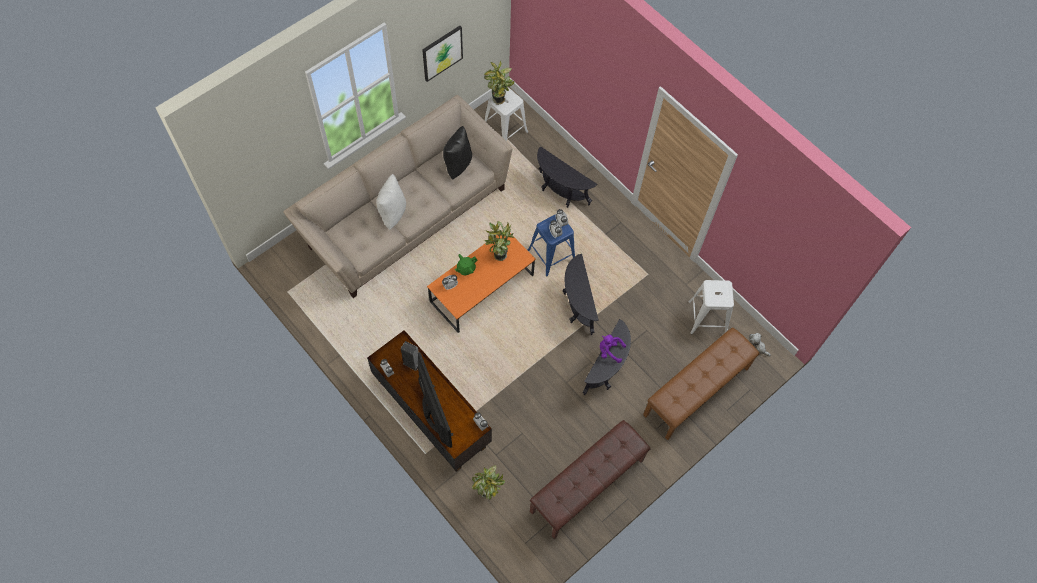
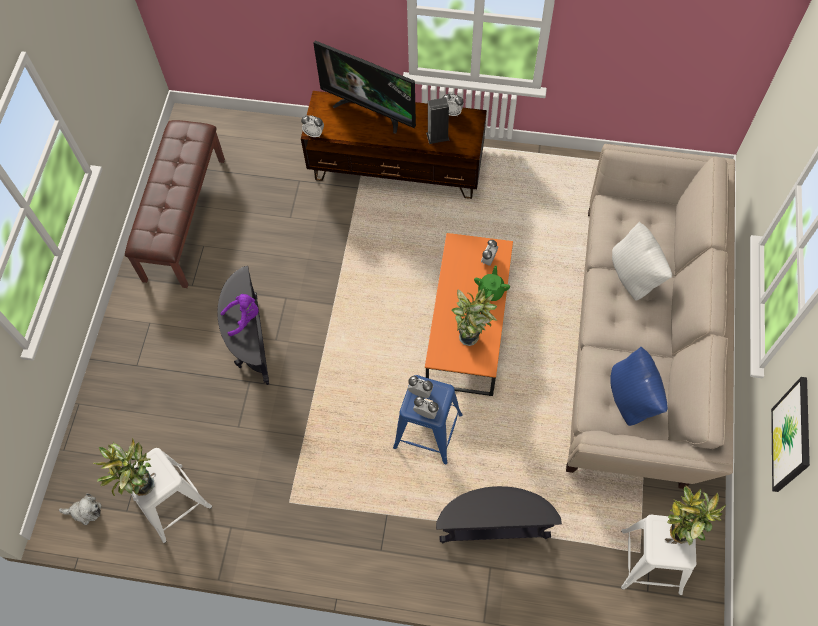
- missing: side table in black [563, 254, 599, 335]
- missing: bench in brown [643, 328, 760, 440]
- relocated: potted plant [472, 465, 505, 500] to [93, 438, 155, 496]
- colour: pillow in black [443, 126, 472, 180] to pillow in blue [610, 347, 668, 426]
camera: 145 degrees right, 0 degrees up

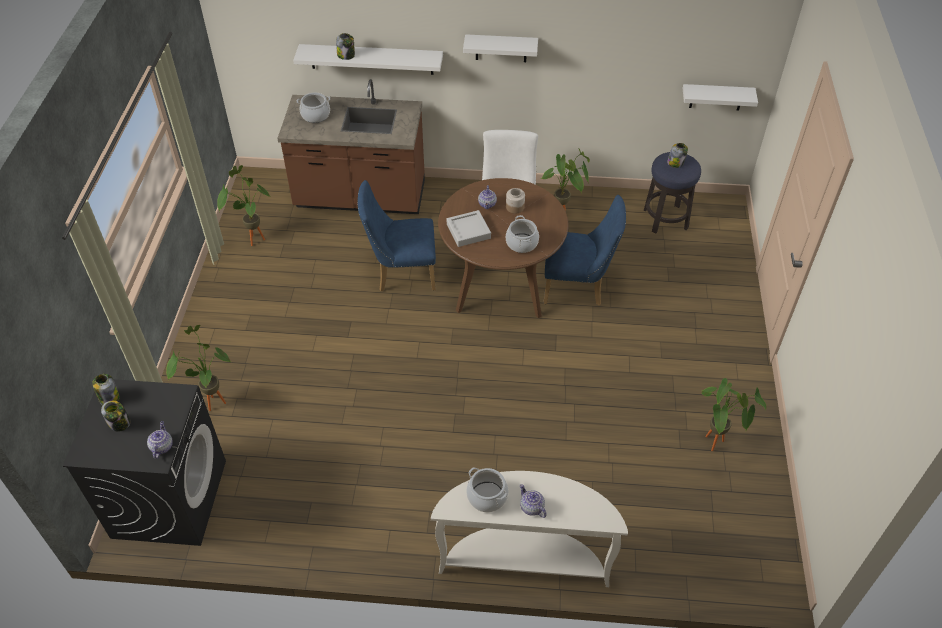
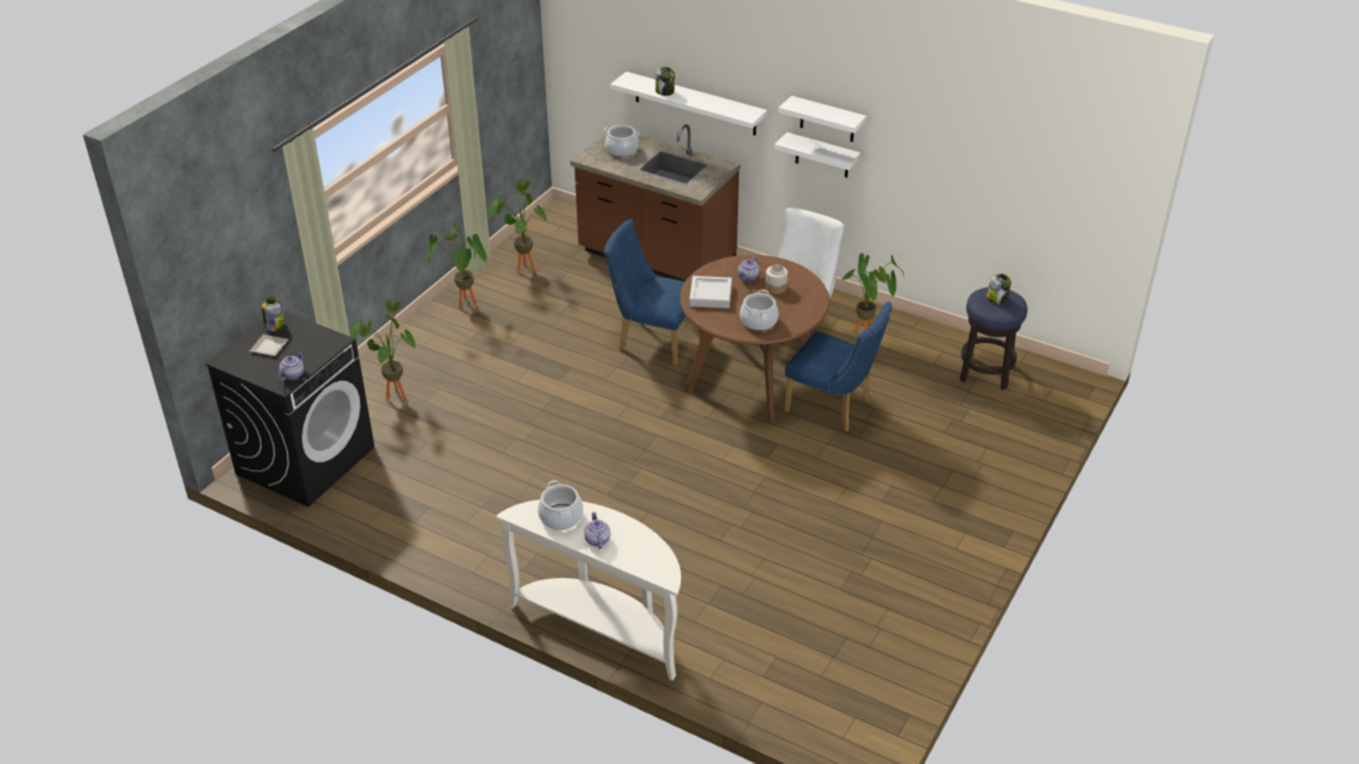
- relocated: shelf in white [683, 84, 758, 111] to [774, 132, 861, 178]
- relocated: potted plant [701, 378, 766, 451] to [427, 221, 487, 309]
- exchanged: jar [101, 401, 130, 432] to plate [250, 335, 288, 356]
camera: 25 degrees right, 10 degrees down

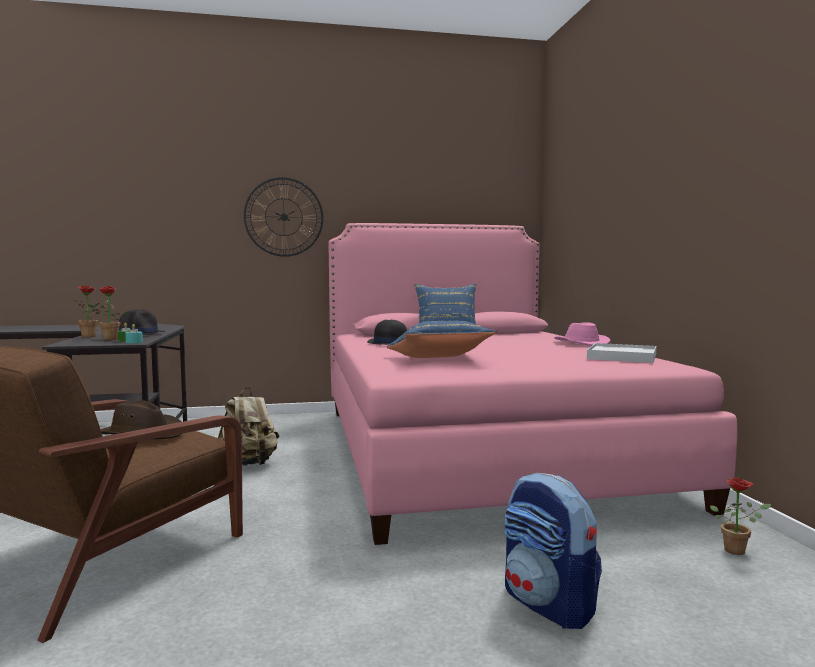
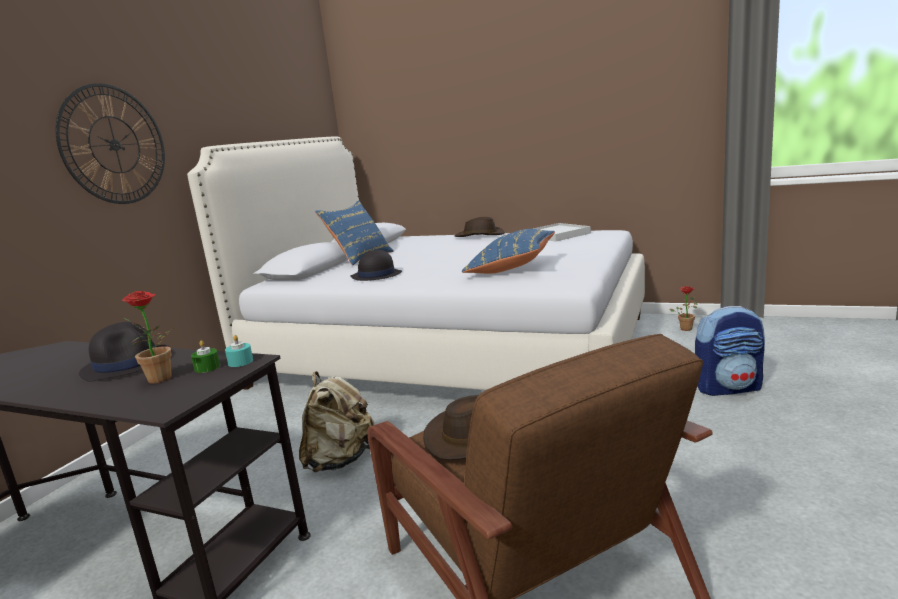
- missing: potted plant [74, 285, 99, 337]
- colour: bed in pink [328, 223, 737, 545] to bed in white [187, 136, 645, 390]
- colour: hat in pink [554, 322, 611, 346] to hat in brown [455, 217, 505, 237]
camera: 55 degrees left, 10 degrees up

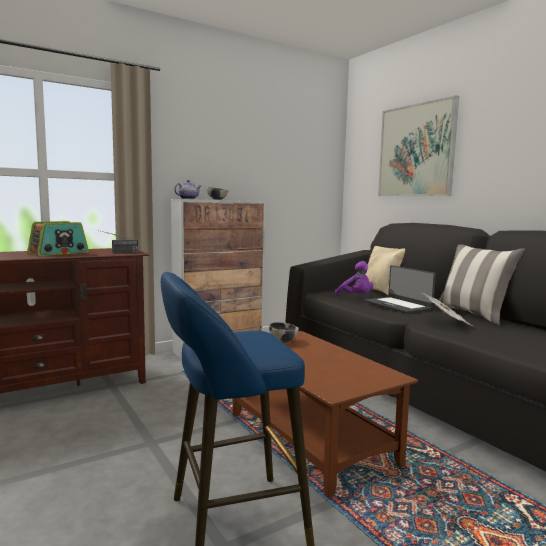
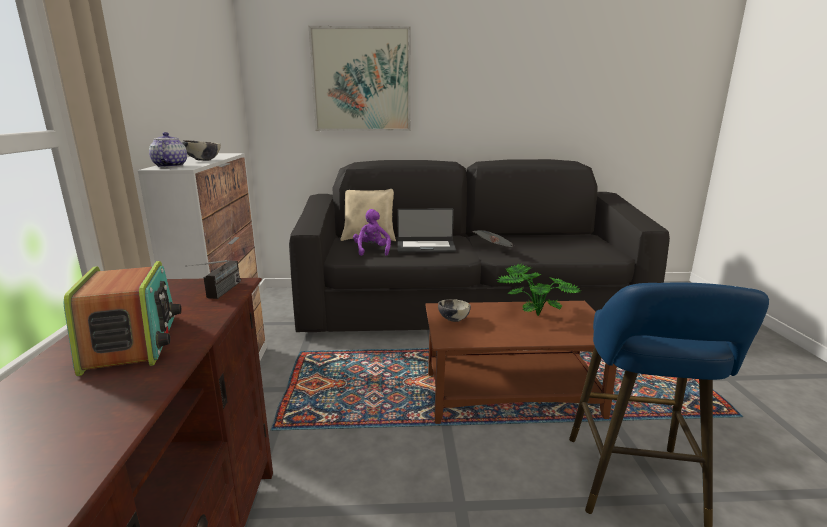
- missing: pillow [435, 244, 525, 325]
- appeared: potted plant [497, 263, 581, 316]
- spun: plush toy in purple [335, 261, 373, 296] = [353, 209, 391, 256] 90 degrees counterclockwise
camera: 60 degrees left, 10 degrees up

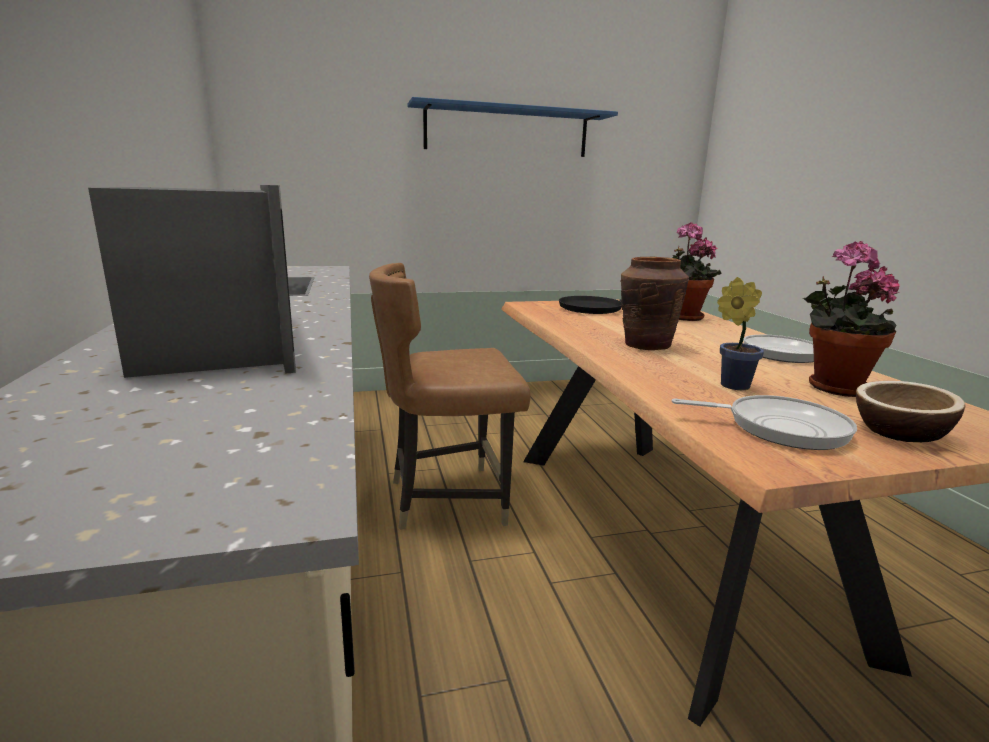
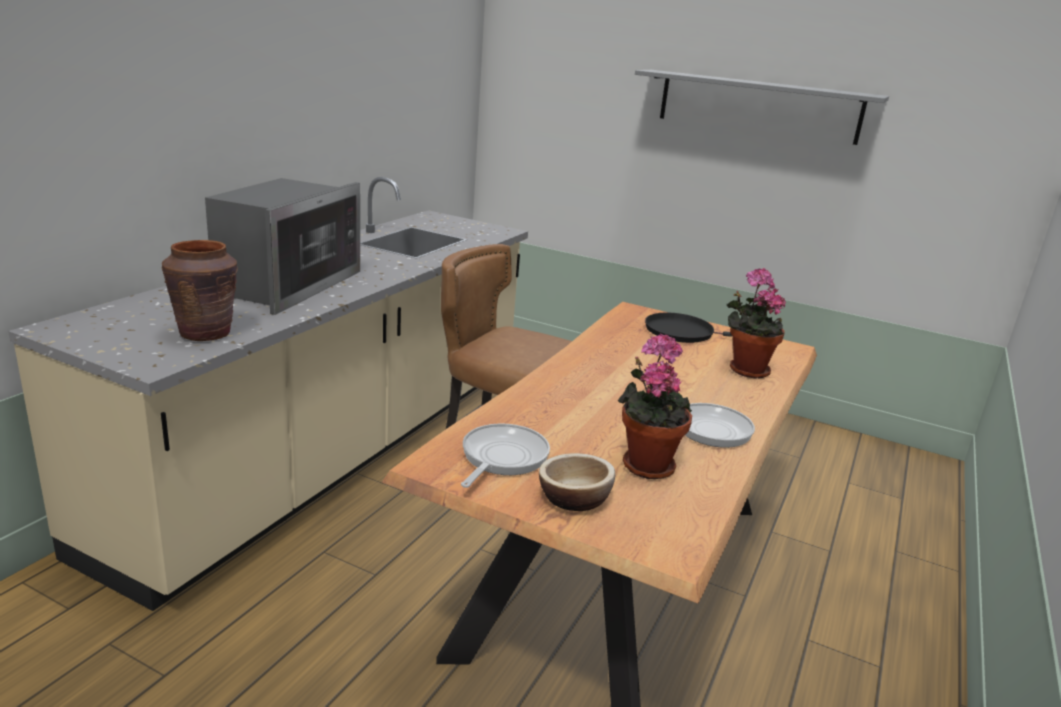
- missing: potted plant [717, 277, 764, 390]
- relocated: vase in brown [620, 257, 689, 350] to [161, 240, 238, 341]
- colour: shelf in blue [408, 97, 618, 157] to shelf in grey [635, 70, 889, 145]
- spun: frying pan [671, 395, 857, 450] = [461, 424, 550, 488] 120 degrees counterclockwise
camera: 40 degrees right, 5 degrees up

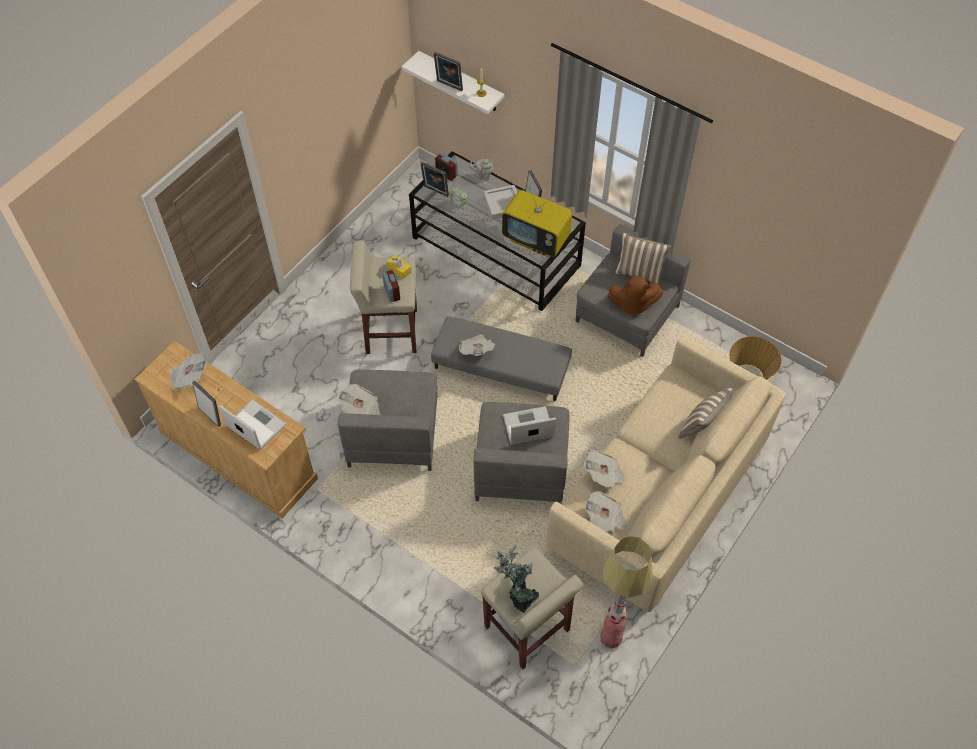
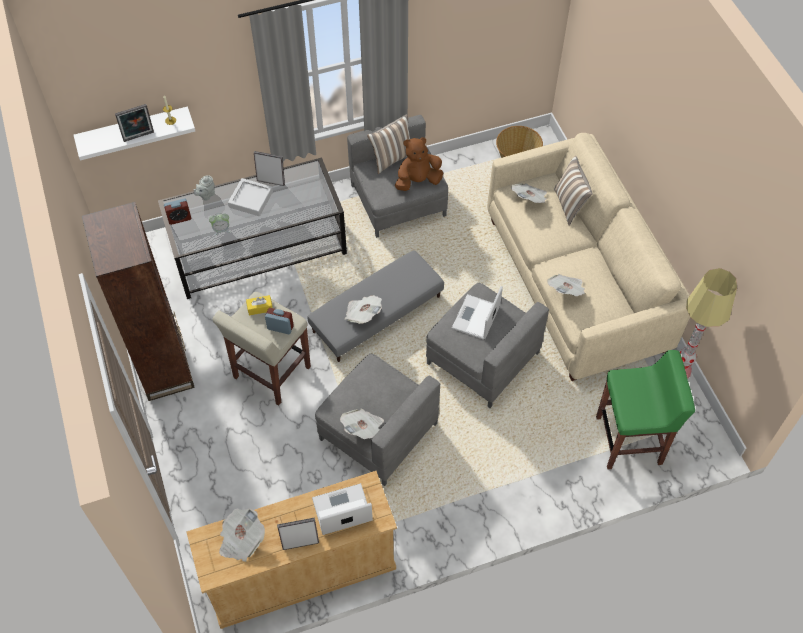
- missing: picture frame [421, 162, 449, 197]
- missing: potted plant [494, 545, 539, 613]
- missing: television [502, 187, 572, 257]
- appeared: bookcase in brown [82, 202, 195, 401]
- relocated: newspaper [584, 491, 627, 532] to [511, 183, 547, 203]
- colour: stool in beige [481, 548, 584, 669] to stool in green [596, 350, 695, 469]
- spun: plush toy in brown [607, 276, 663, 318] = [395, 137, 443, 191] 150 degrees counterclockwise
camera: 55 degrees left, 0 degrees up

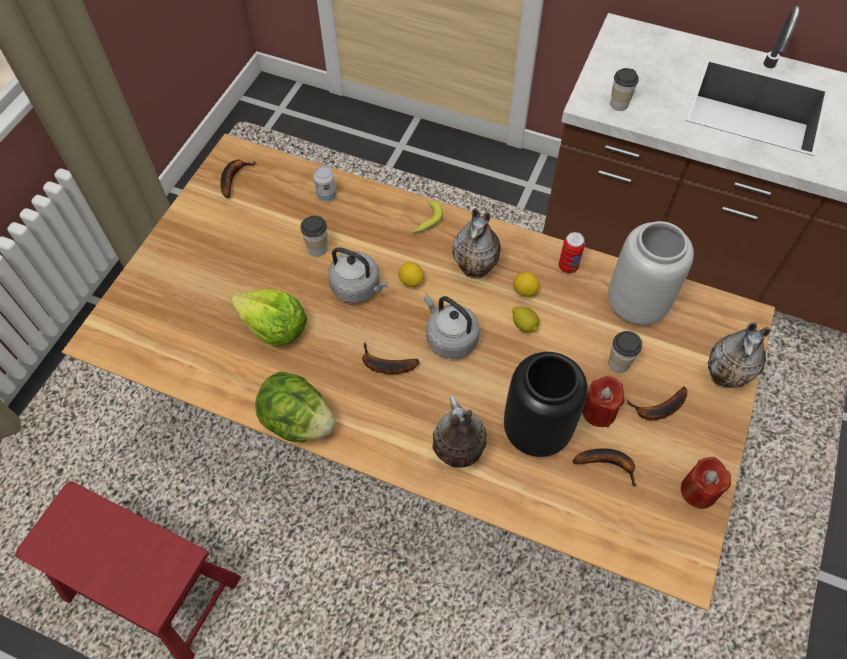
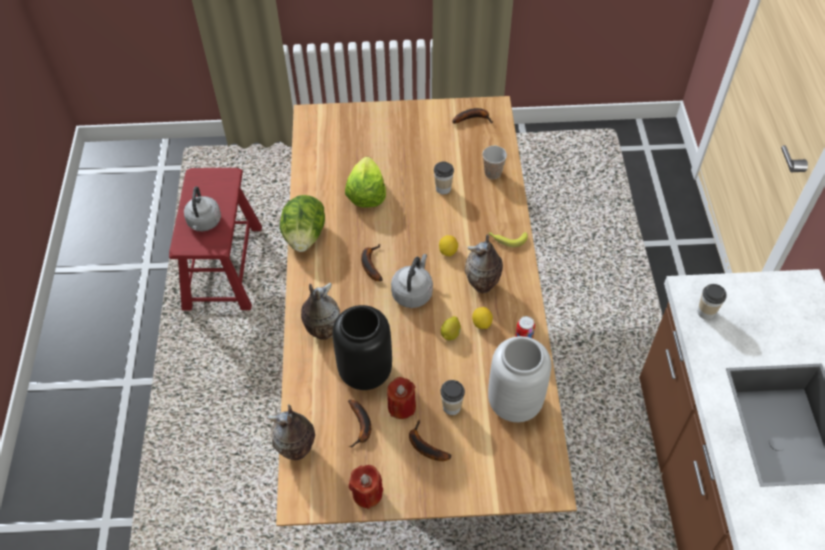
- relocated: kettle in grey [328, 247, 388, 303] to [184, 186, 221, 231]
- relocated: vase [708, 322, 771, 388] to [267, 404, 315, 460]
- exchanged: can [313, 166, 337, 201] to cup [482, 146, 507, 179]
camera: 65 degrees right, 5 degrees down

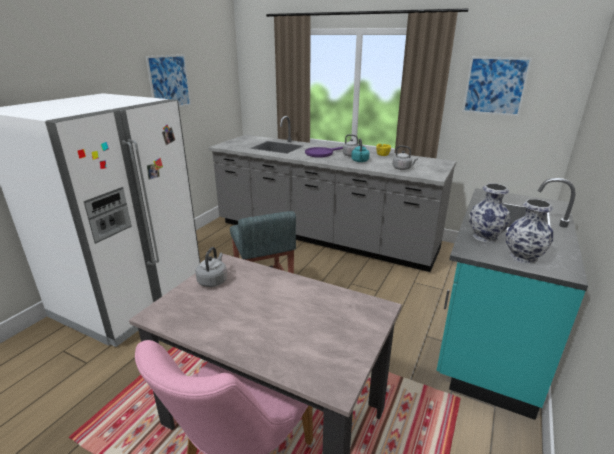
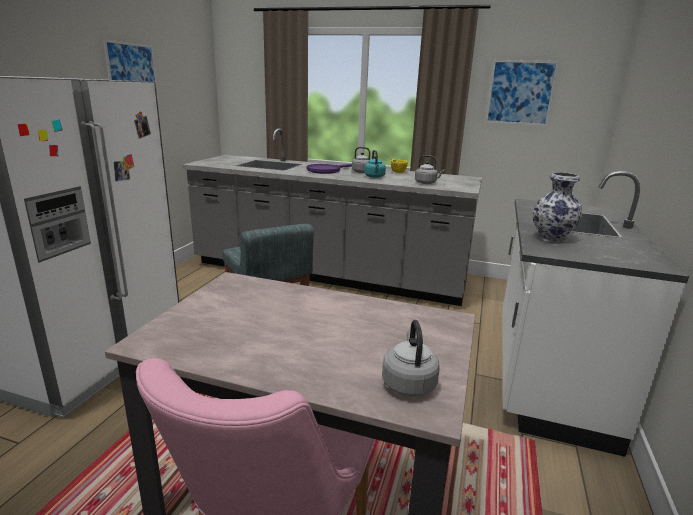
- missing: vase [506, 199, 553, 264]
- relocated: kettle in grey [196, 247, 227, 287] to [382, 320, 440, 397]
- colour: counter in turquoise [437, 178, 588, 420] to counter in white [502, 171, 689, 457]
camera: 10 degrees left, 5 degrees down

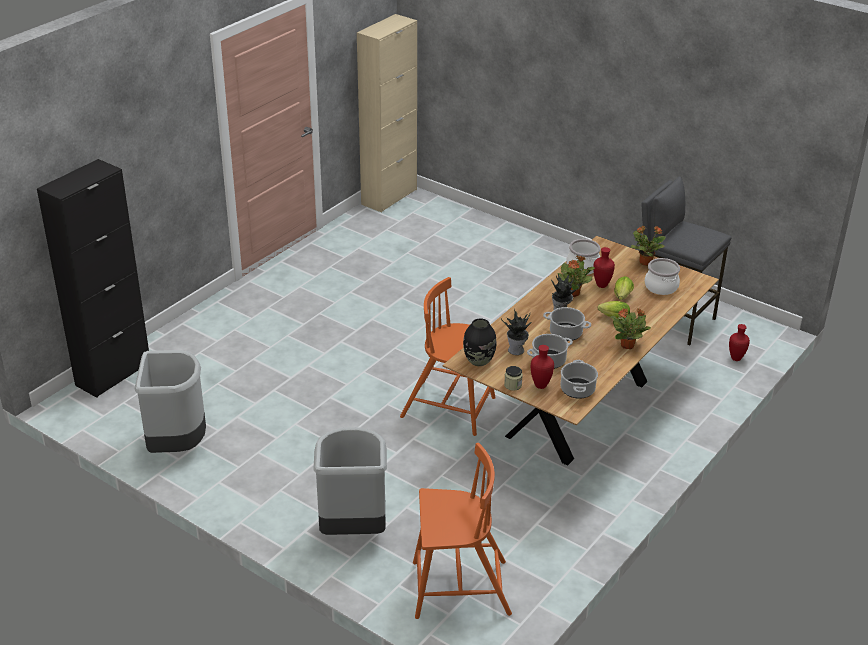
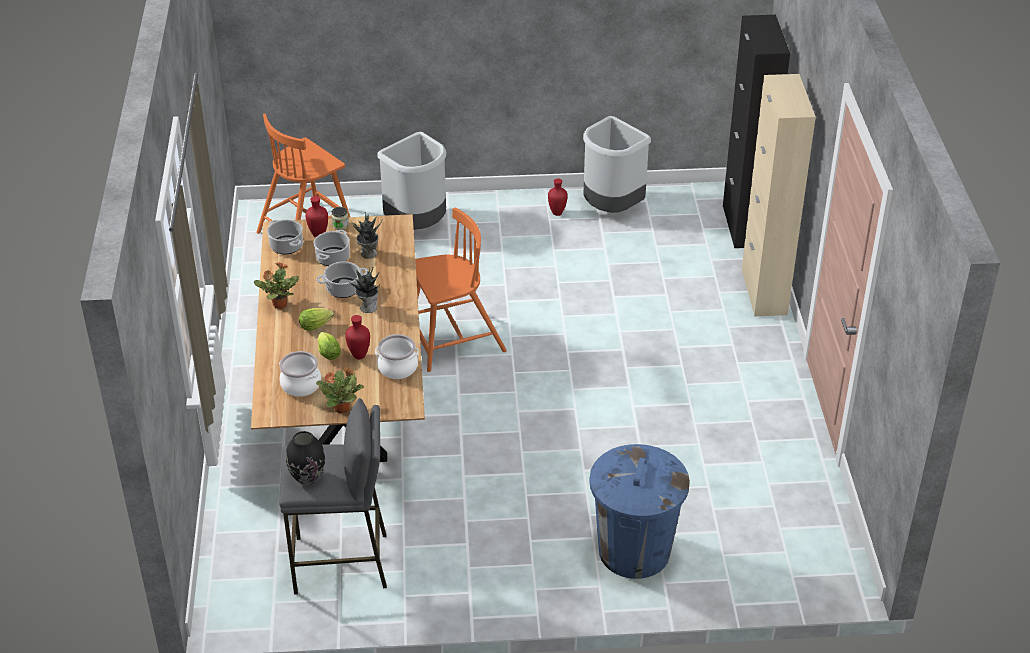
- missing: potted plant [558, 255, 595, 297]
- appeared: trash can in blue [589, 444, 690, 579]
- relocated: cabinet in beige [357, 14, 417, 213] to [742, 74, 816, 316]
- relocated: vase in black [463, 318, 496, 366] to [286, 431, 325, 484]
- relocated: vase in red [729, 324, 750, 361] to [548, 178, 568, 216]
camera: 140 degrees right, 5 degrees up

